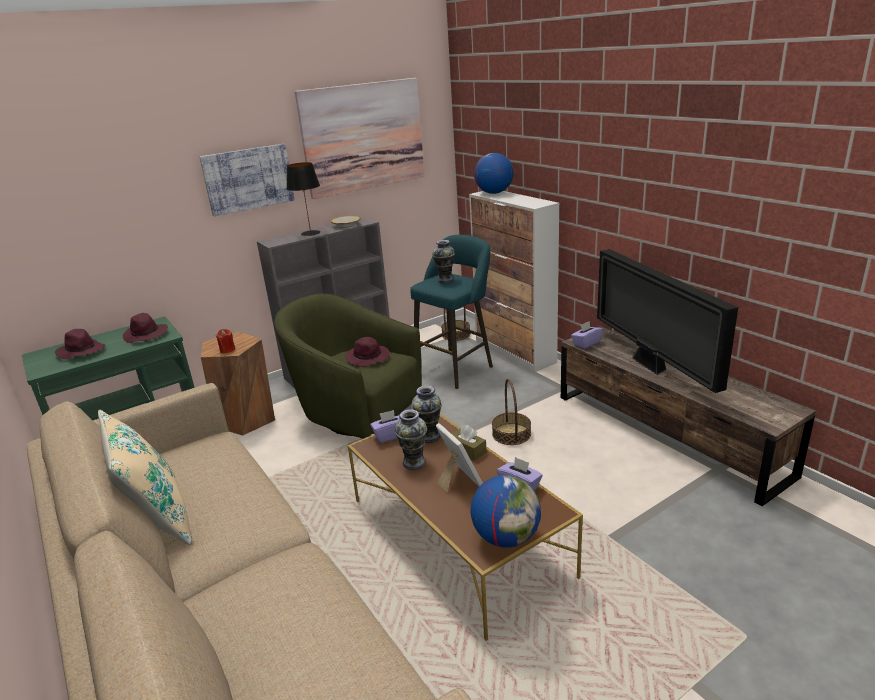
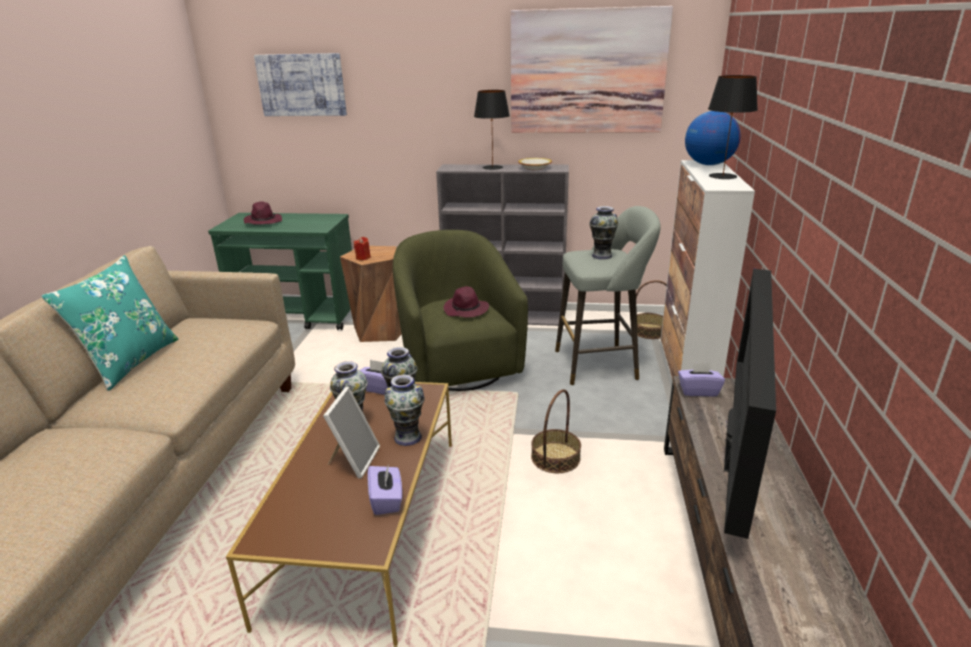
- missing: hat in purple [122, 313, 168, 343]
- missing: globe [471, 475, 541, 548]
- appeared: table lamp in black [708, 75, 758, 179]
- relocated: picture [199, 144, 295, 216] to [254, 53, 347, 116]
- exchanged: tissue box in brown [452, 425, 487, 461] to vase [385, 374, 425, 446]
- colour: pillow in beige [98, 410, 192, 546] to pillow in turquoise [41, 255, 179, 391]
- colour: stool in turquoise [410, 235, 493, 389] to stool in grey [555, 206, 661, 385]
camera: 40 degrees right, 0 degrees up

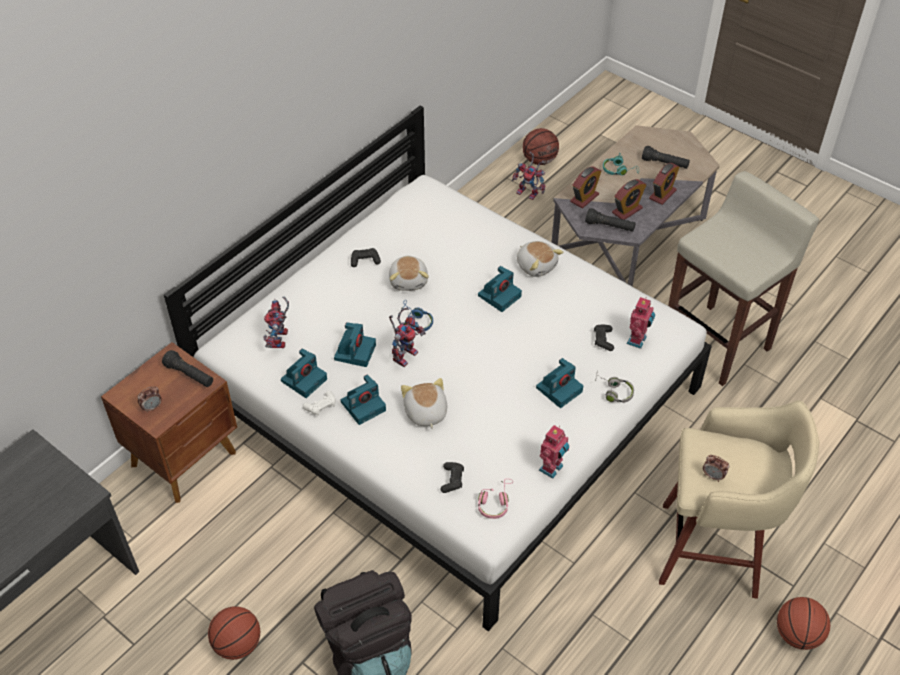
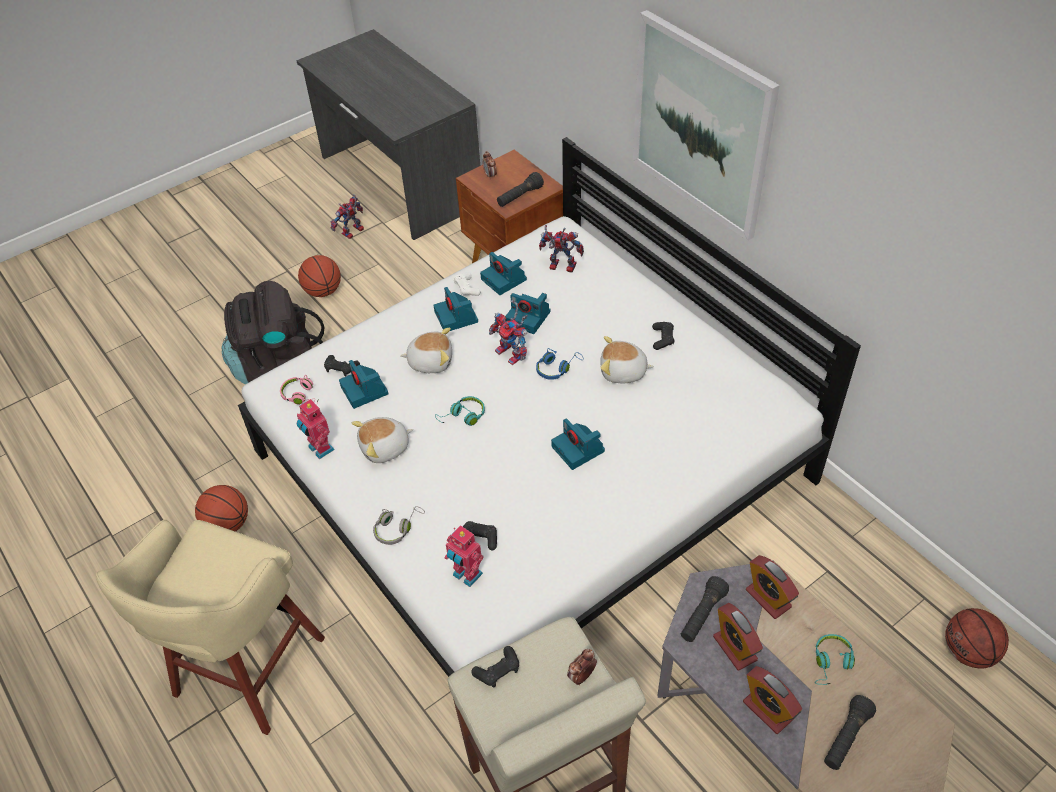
- appeared: headphones in turquoise [435, 396, 485, 426]
- appeared: game controller in black [471, 646, 519, 688]
- appeared: picture [633, 10, 780, 241]
- relocated: toy robot [512, 152, 546, 200] to [331, 194, 364, 239]
- relocated: plush toy [517, 241, 564, 277] to [352, 417, 413, 463]
- relocated: photo camera [536, 358, 583, 408] to [339, 360, 389, 409]
- relocated: alarm clock [703, 455, 729, 482] to [567, 649, 597, 685]
- relocated: basketball [777, 597, 830, 650] to [195, 485, 248, 532]
camera: 105 degrees right, 0 degrees up

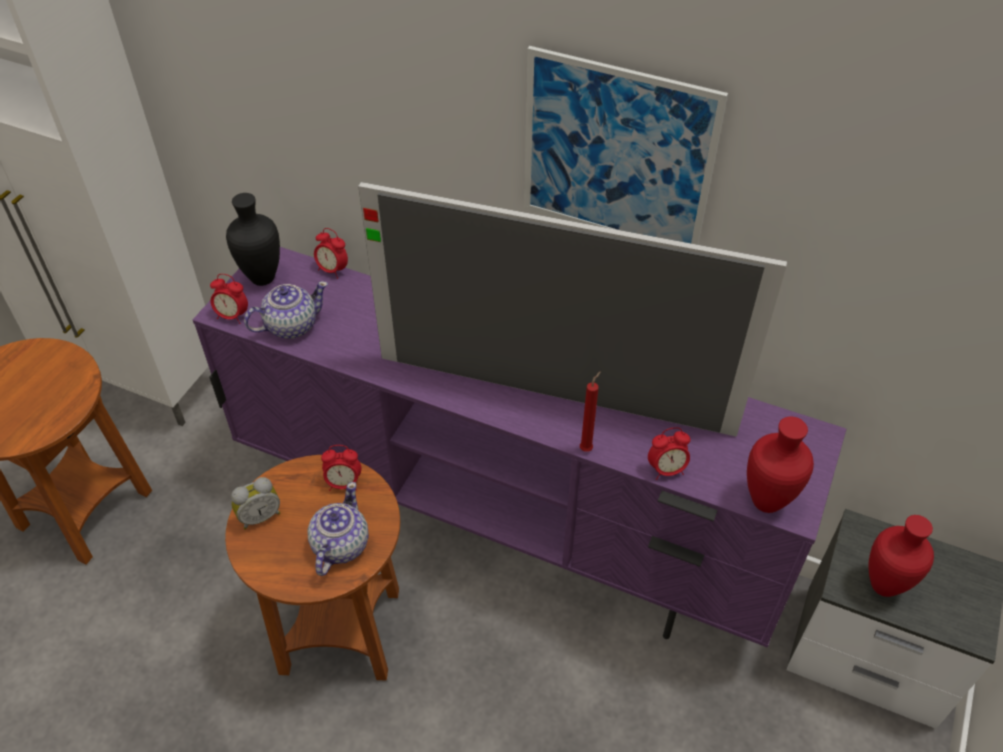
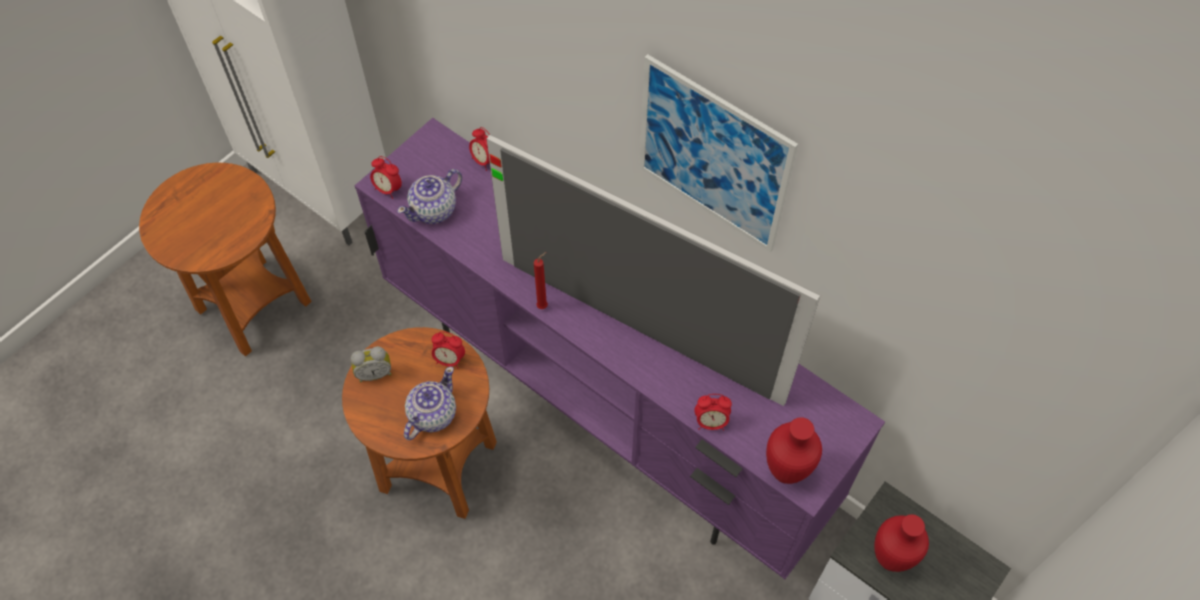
- missing: vase in black [226, 193, 280, 286]
- relocated: candle in red [580, 371, 601, 452] to [534, 252, 548, 309]
- spun: teapot [244, 281, 328, 339] = [397, 169, 462, 224] 150 degrees clockwise
camera: 15 degrees right, 10 degrees up

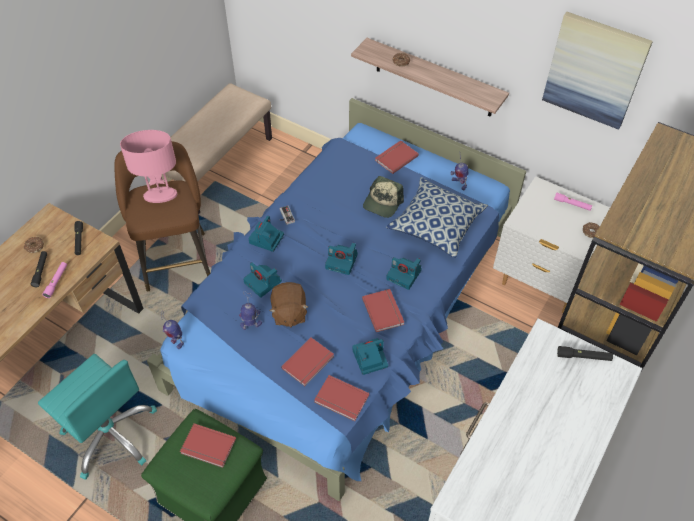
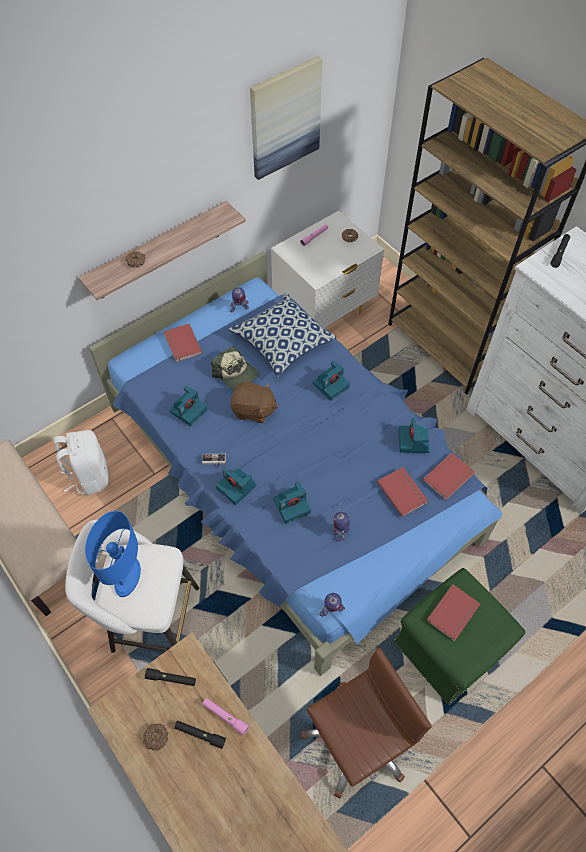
- missing: book in red [362, 289, 405, 332]
- appeared: backpack in white [54, 430, 109, 495]
- relocated: plush toy in brown [270, 282, 308, 327] to [230, 382, 278, 423]
- relocated: photo camera [325, 243, 358, 275] to [169, 386, 207, 427]
- colour: office chair in turquoise [38, 354, 157, 480] to office chair in brown [301, 648, 432, 798]
- colour: stool in brown [114, 141, 210, 291] to stool in white [65, 519, 199, 653]
- colour: table lamp in pink [120, 130, 177, 203] to table lamp in blue [85, 511, 141, 597]
camera: 70 degrees left, 5 degrees up

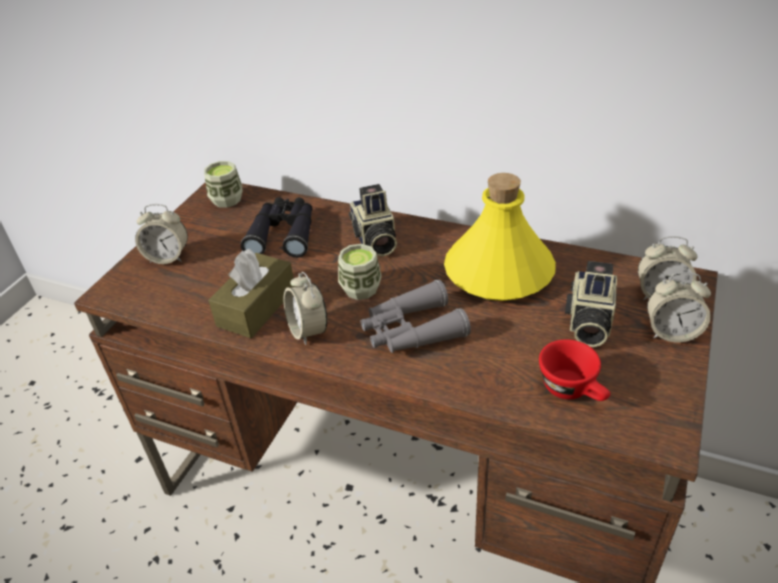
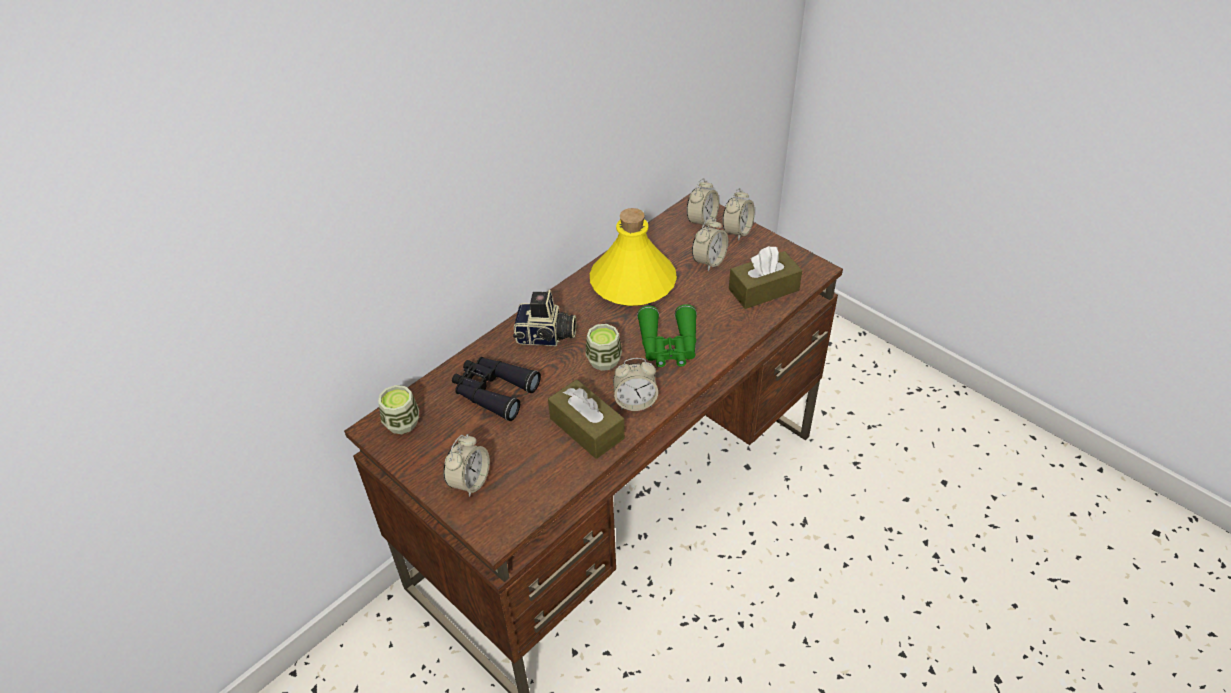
- exchanged: cup in red [539, 339, 610, 401] to tissue box in brown [729, 246, 802, 309]
- exchanged: photo camera [565, 261, 617, 347] to alarm clock [692, 217, 728, 271]
- colour: binoculars in grey [361, 280, 471, 353] to binoculars in green [637, 304, 697, 367]
camera: 70 degrees left, 5 degrees up

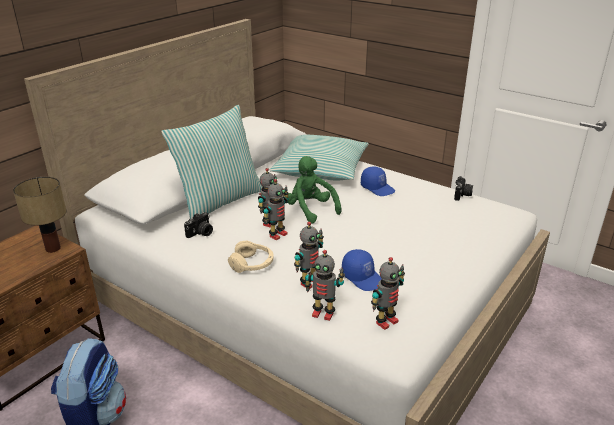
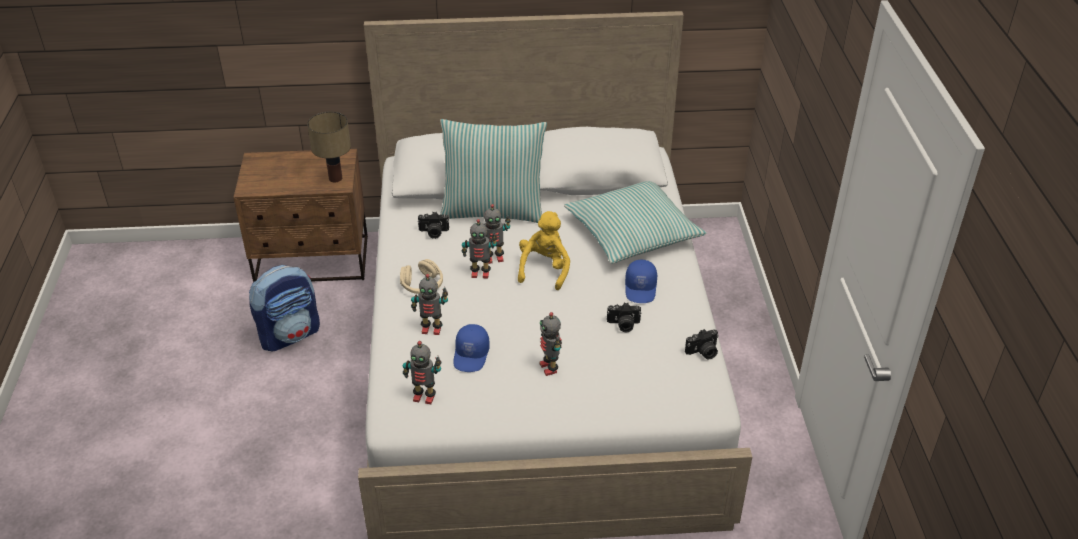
- appeared: photo camera [607, 303, 641, 332]
- relocated: toy robot [305, 250, 345, 321] to [540, 312, 562, 376]
- colour: plush toy in green [288, 156, 342, 224] to plush toy in yellow [518, 211, 570, 290]
camera: 50 degrees right, 10 degrees up

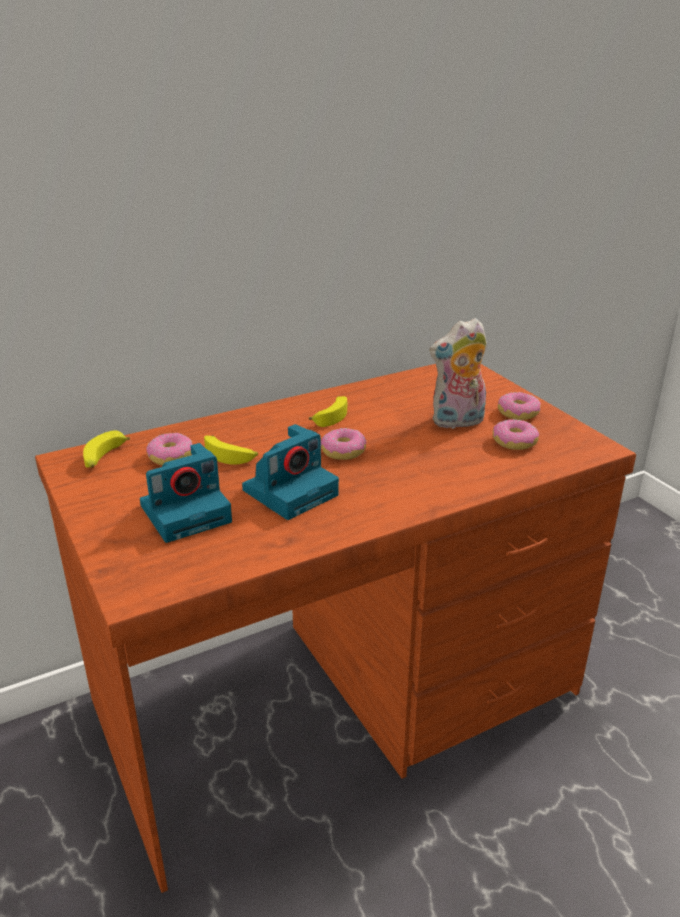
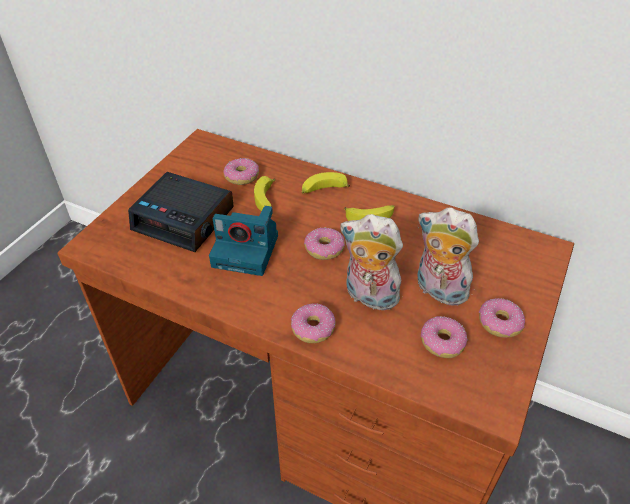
- appeared: donut [291, 303, 336, 343]
- appeared: plush toy [340, 214, 404, 313]
- relocated: banana [83, 430, 130, 468] to [302, 172, 350, 193]
- exchanged: photo camera [140, 443, 232, 543] to alarm clock [128, 172, 234, 252]
camera: 55 degrees right, 15 degrees up

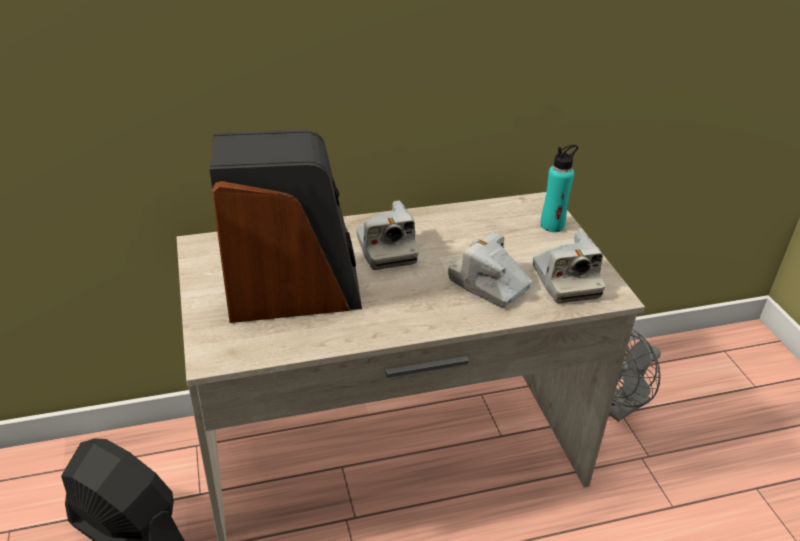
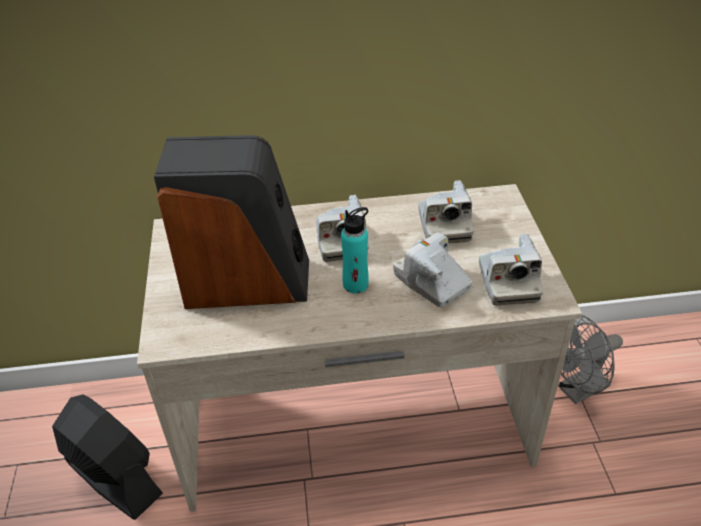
- appeared: photo camera [418, 180, 474, 243]
- relocated: bottle in turquoise [540, 144, 578, 232] to [341, 207, 369, 293]
camera: 10 degrees right, 5 degrees up

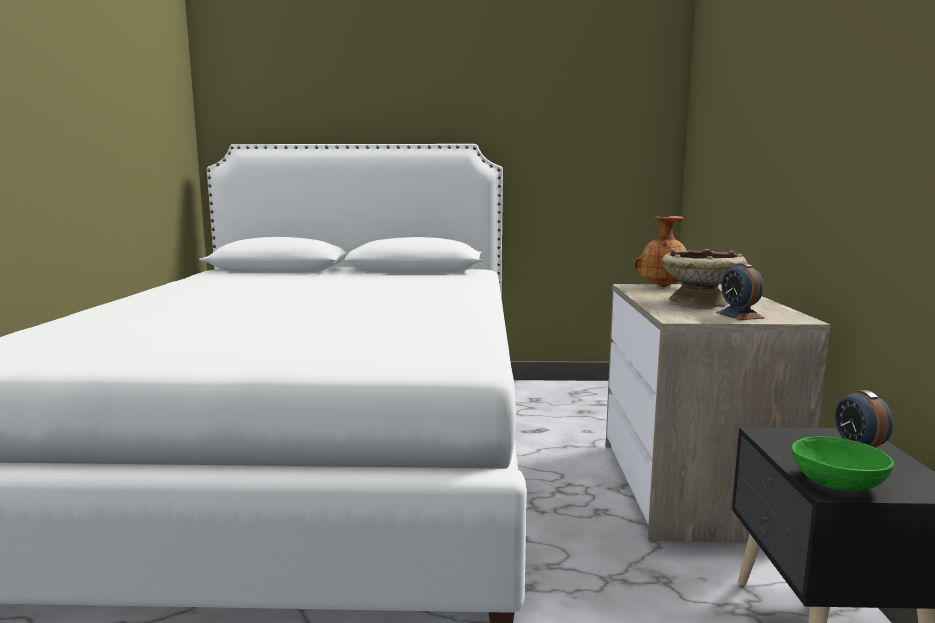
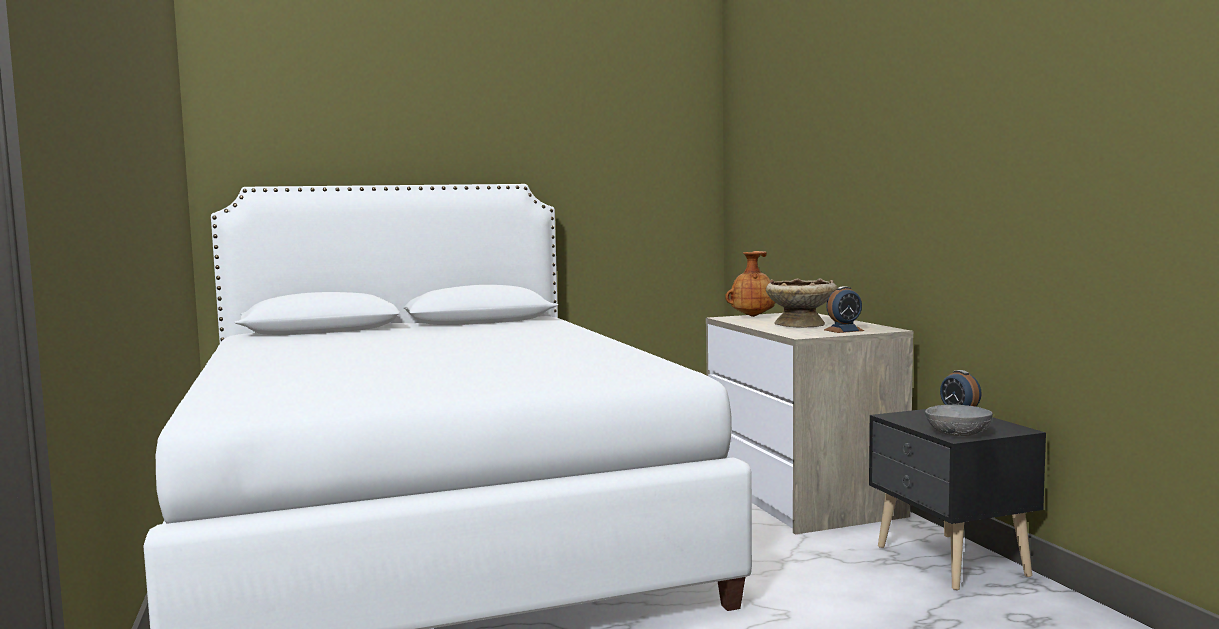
- colour: bowl in green [791, 436, 894, 491] to bowl in grey [925, 405, 993, 436]
- spun: alarm clock [716, 263, 765, 320] = [824, 286, 864, 333] 75 degrees counterclockwise
camera: 20 degrees left, 5 degrees down

